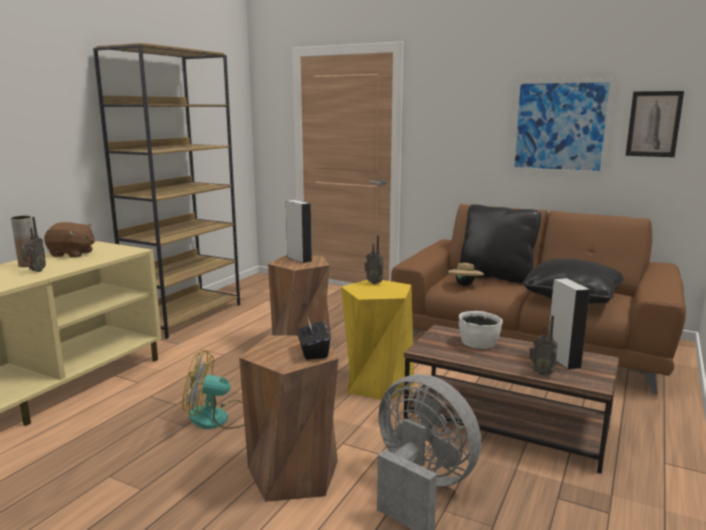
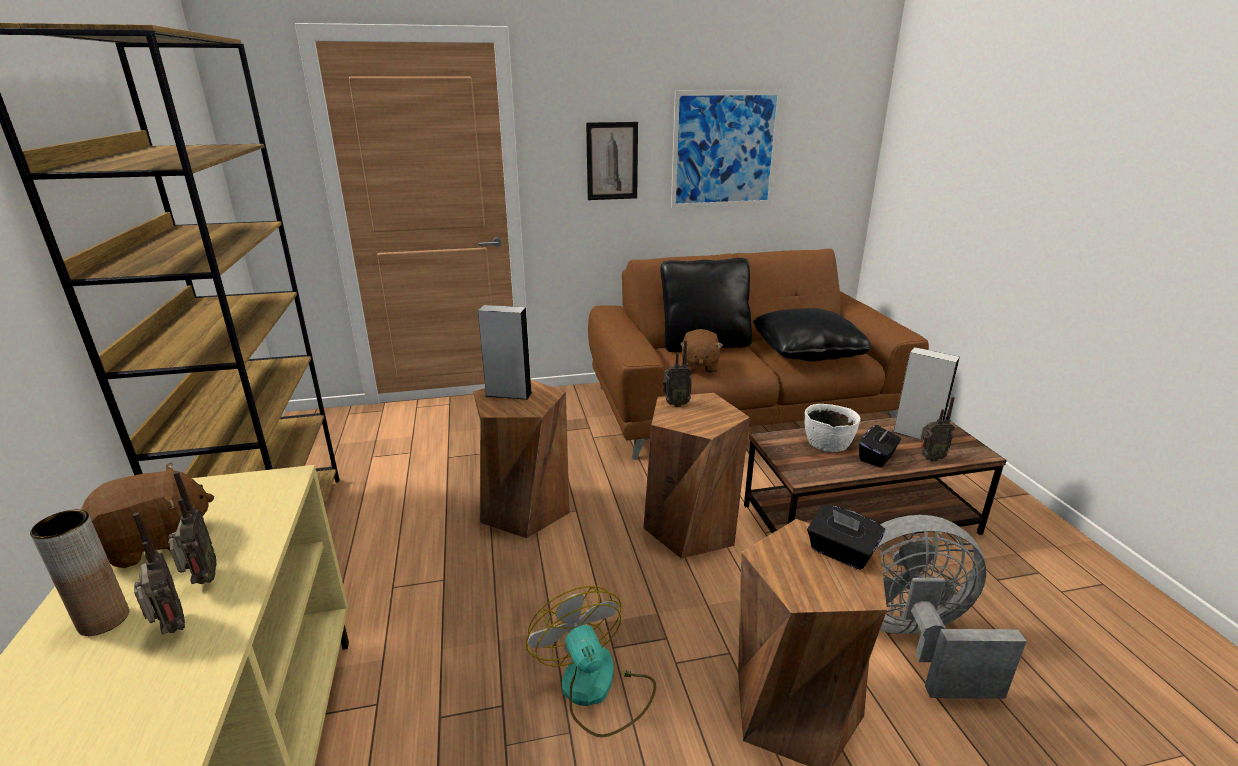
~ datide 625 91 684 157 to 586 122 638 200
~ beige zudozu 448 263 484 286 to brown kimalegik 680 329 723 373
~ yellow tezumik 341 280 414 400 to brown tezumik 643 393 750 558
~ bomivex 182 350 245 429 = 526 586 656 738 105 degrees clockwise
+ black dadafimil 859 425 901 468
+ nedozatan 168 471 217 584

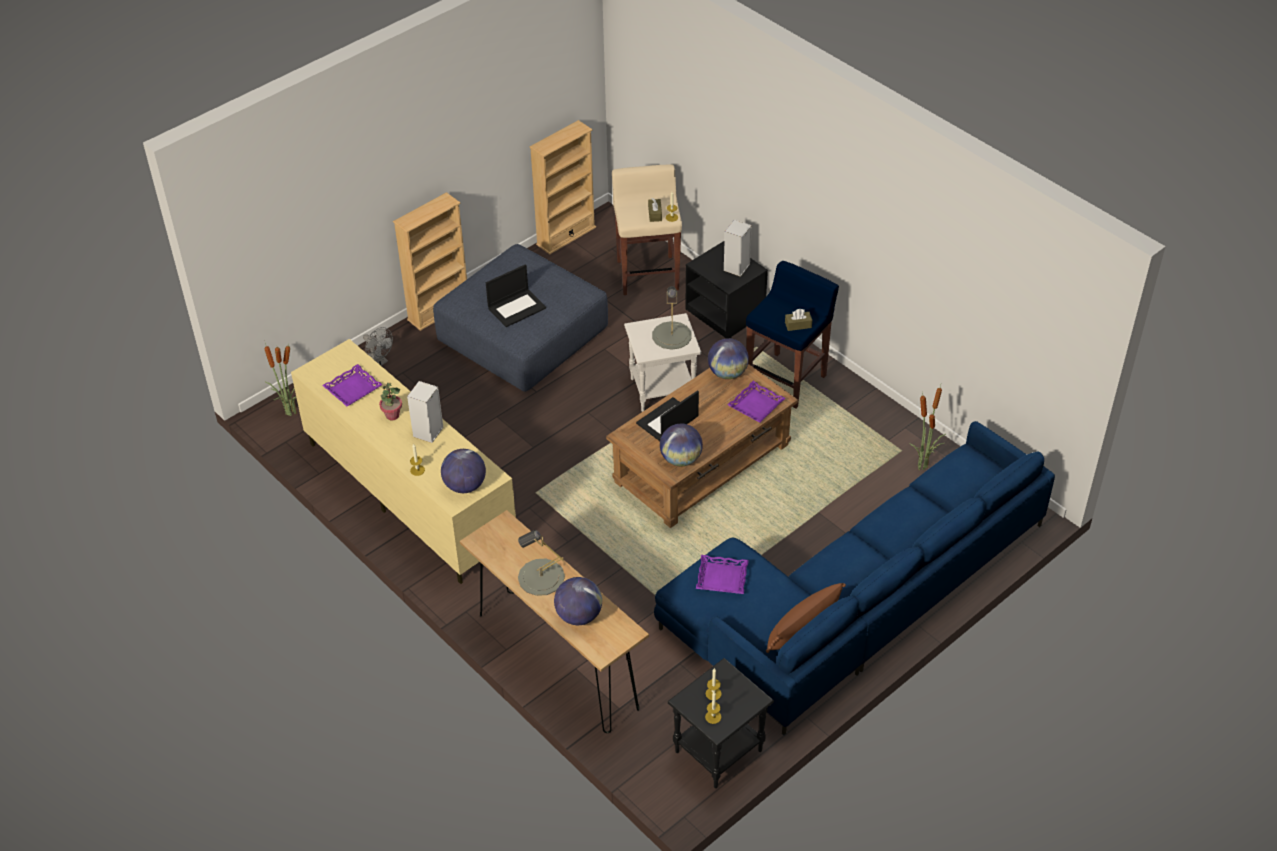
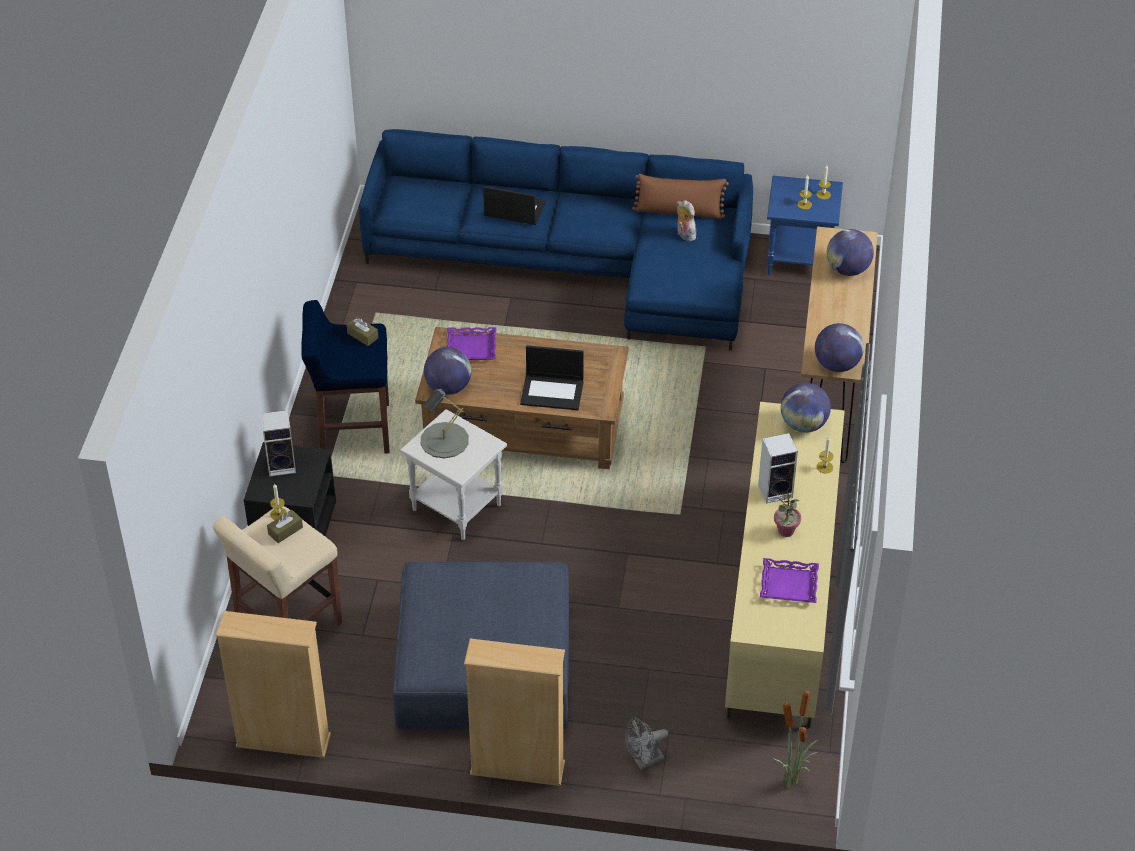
~ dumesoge 486 264 546 327 to 483 186 546 225
~ grey bomivex 363 327 393 366 = 625 717 668 770 120 degrees counterclockwise
- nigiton 910 385 946 470
~ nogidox 660 424 703 466 to 815 323 864 372
- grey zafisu 518 530 565 596
- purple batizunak 696 555 749 594
~ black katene 668 658 774 788 to blue katene 767 176 843 275
+ kimalegik 677 200 697 241

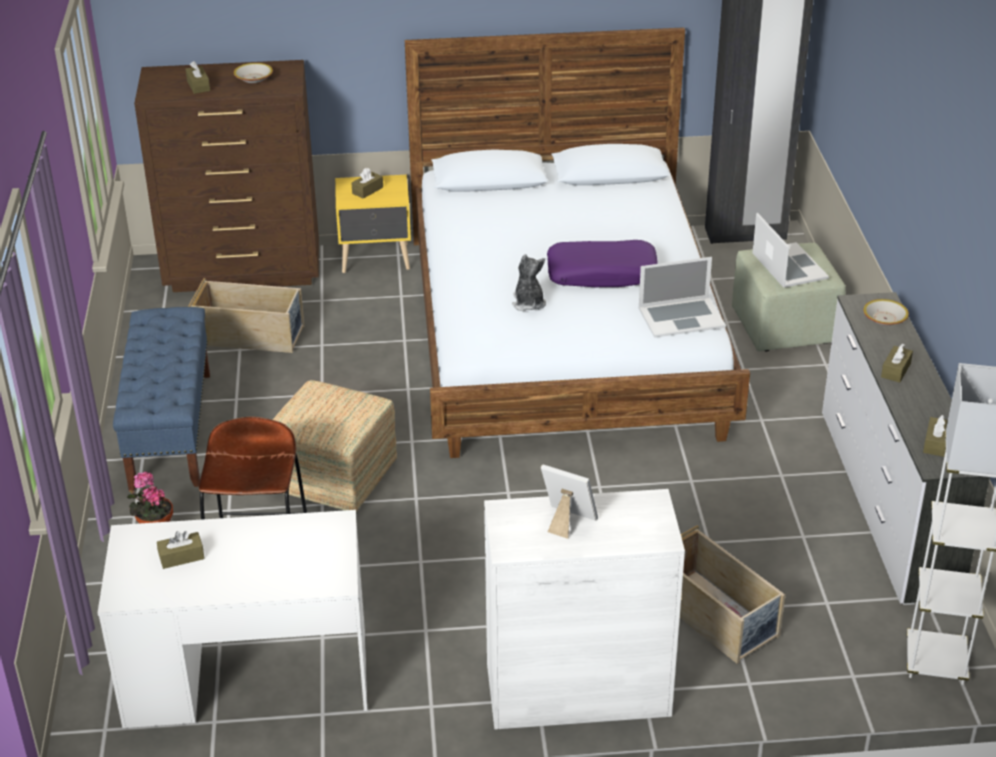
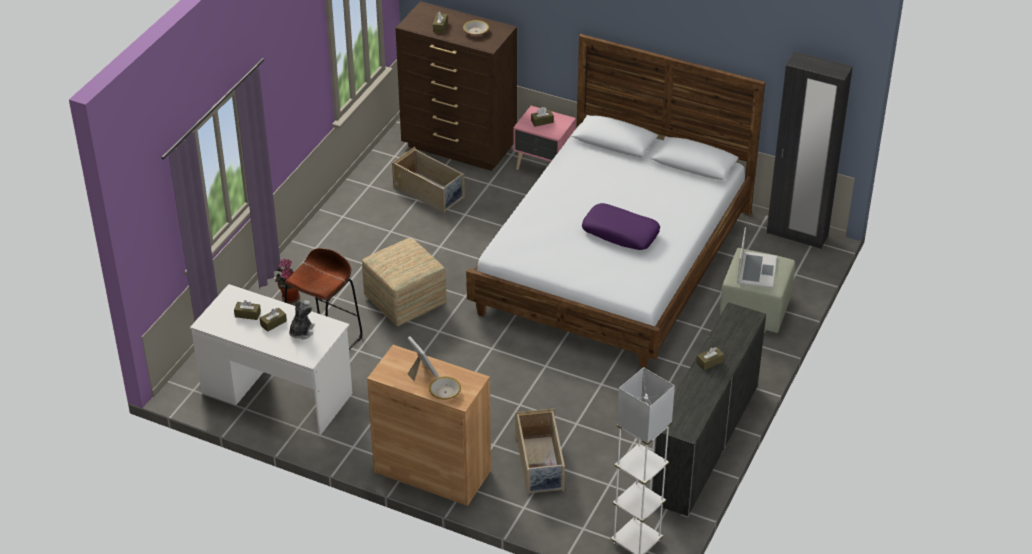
~ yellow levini 335 175 411 273 to pink levini 513 106 576 170
~ kimalegik 512 254 546 311 to 289 300 315 339
- dumesoge 639 257 726 338
~ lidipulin 863 299 909 326 to 429 377 461 399
- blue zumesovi 113 307 210 491
~ brown dadafimil 923 415 948 457 to 260 308 287 332
~ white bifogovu 484 489 685 729 to brown bifogovu 367 345 491 506

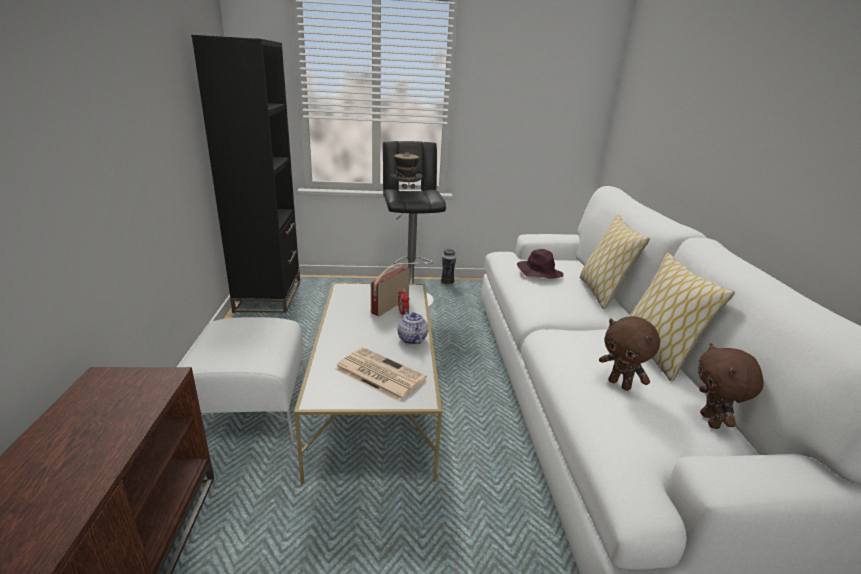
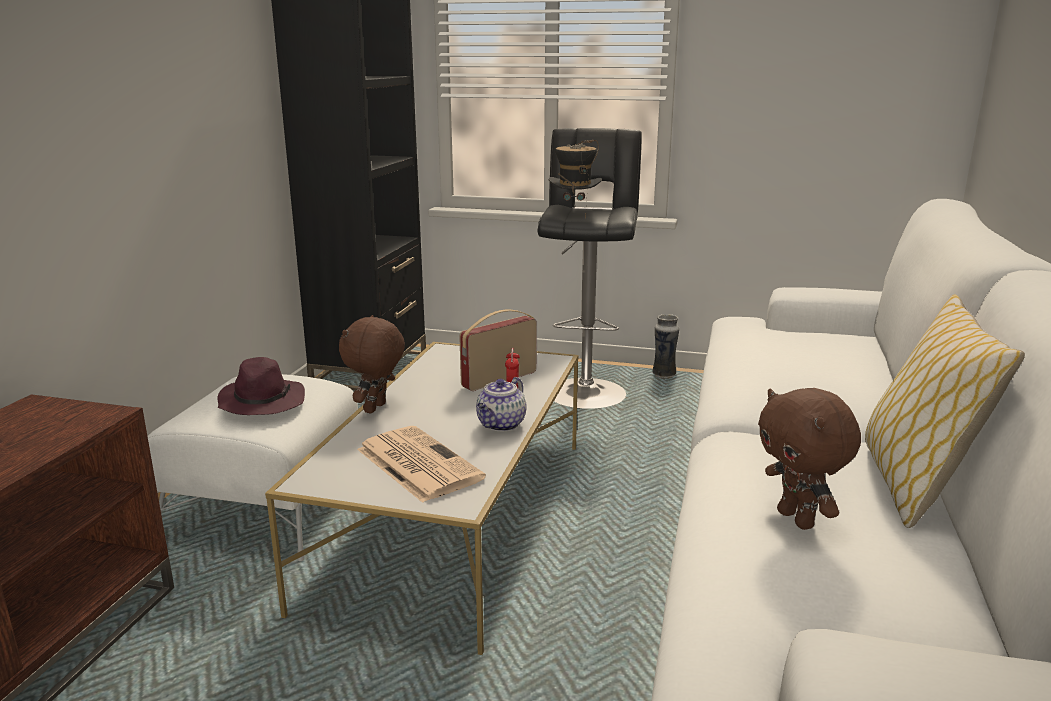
- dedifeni 580 215 650 309
~ purple zudozu 517 249 563 279 to 217 357 305 415
~ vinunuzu 397 309 428 344 = 476 377 527 431 150 degrees counterclockwise
~ brown kimalegik 698 343 764 429 to 339 315 405 413

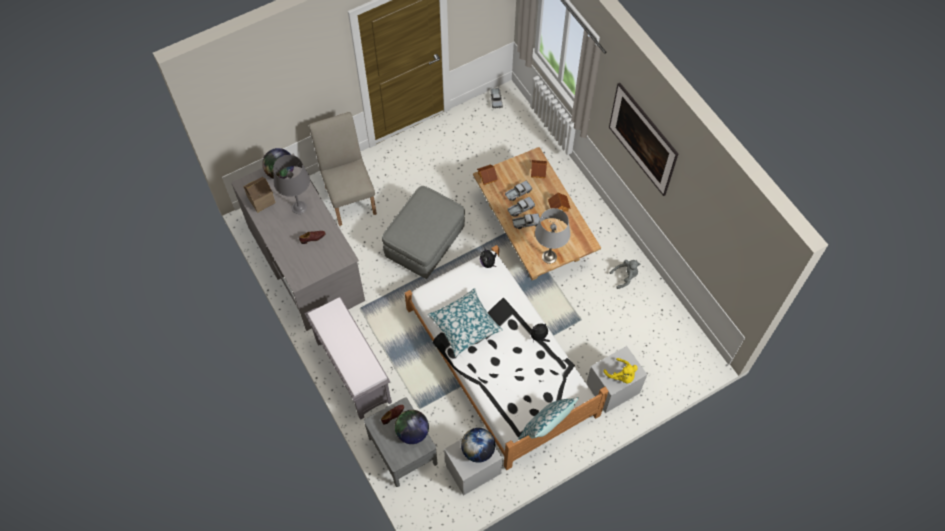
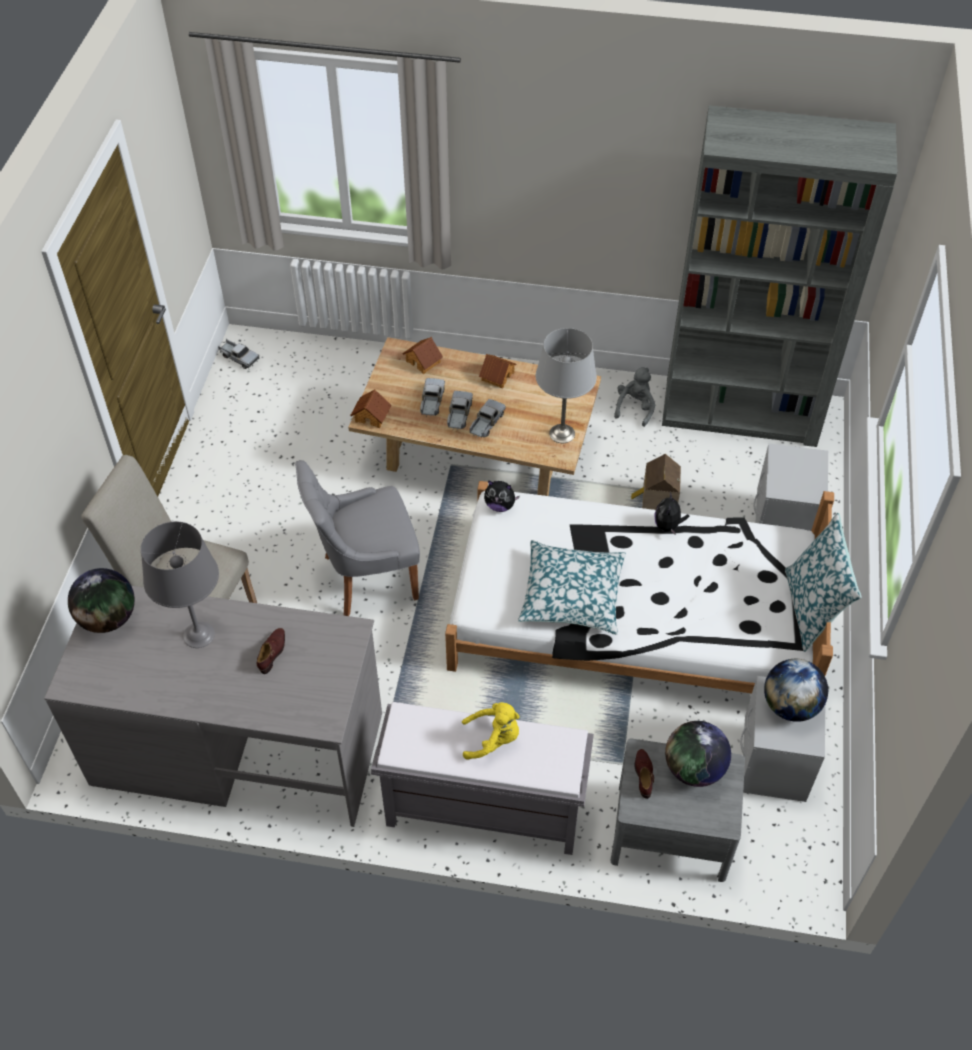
- datide 609 83 678 196
~ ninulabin 244 177 276 213 to 631 454 681 510
~ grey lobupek 382 186 465 279 to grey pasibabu 295 460 420 616
~ yellow kimalegik 604 358 638 383 to 462 702 520 760
+ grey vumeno 662 105 897 447

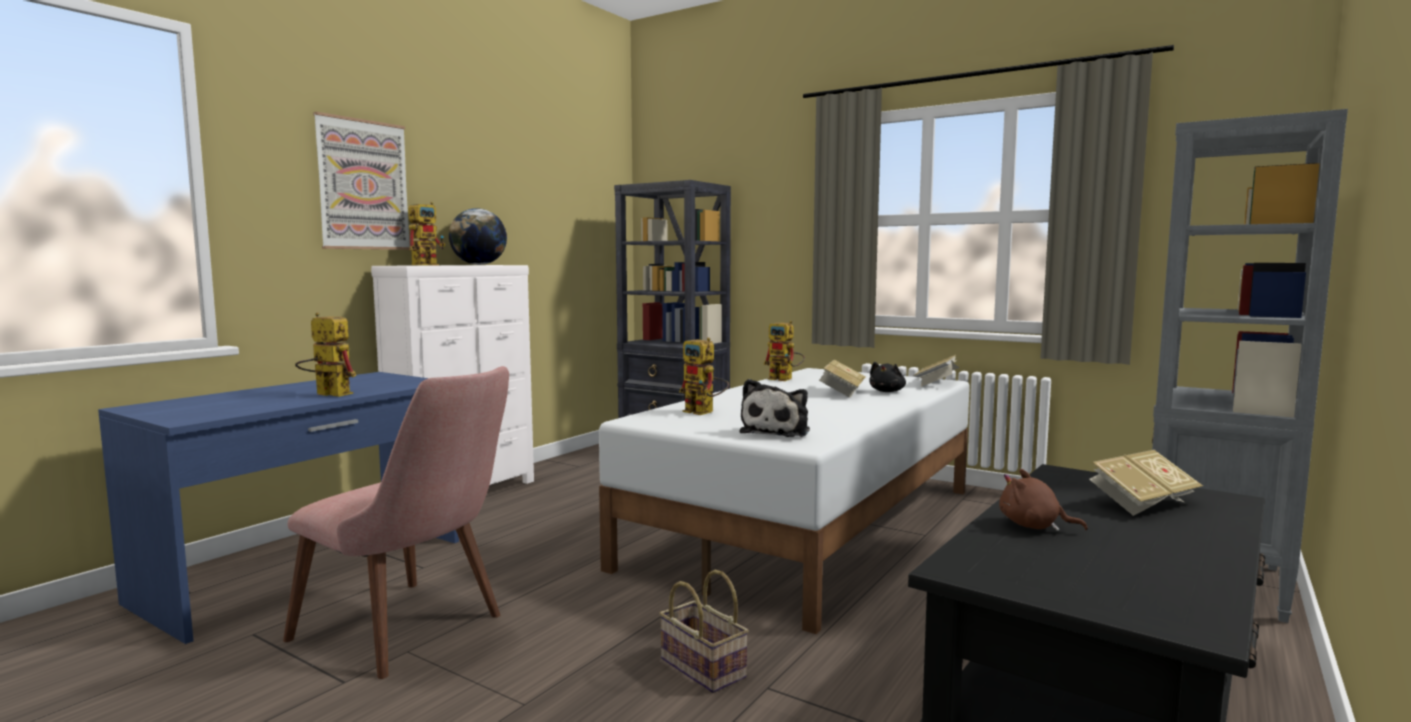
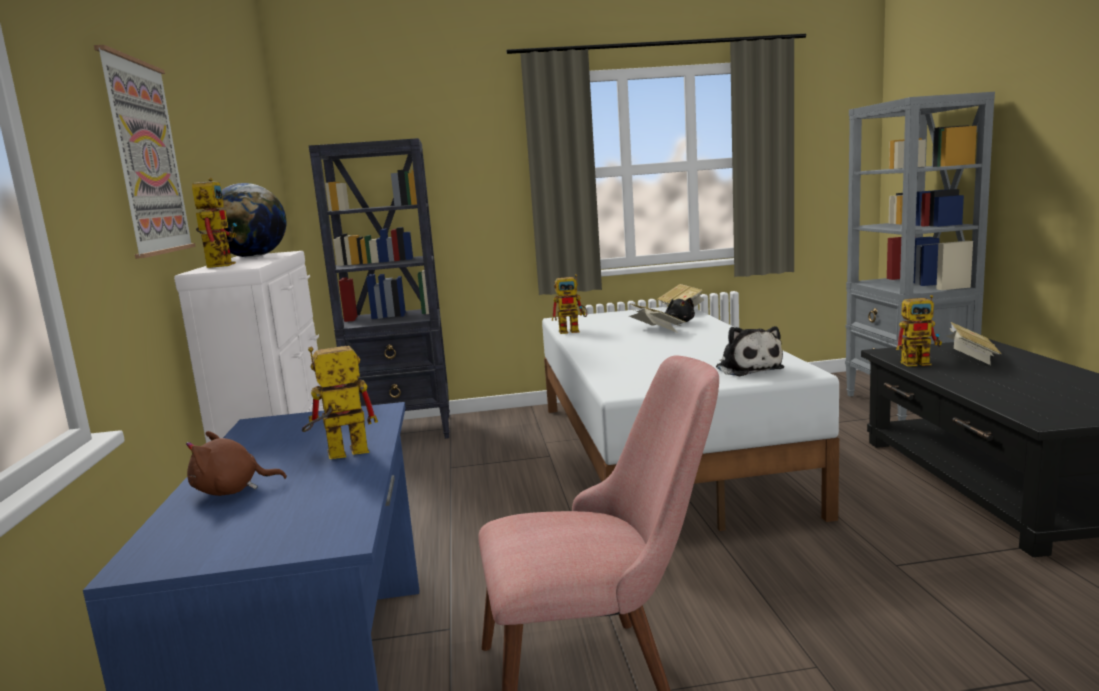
~ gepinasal 679 338 729 415 to 896 295 942 367
~ brown kimalegik 999 469 1088 531 to 186 431 287 496
- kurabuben 659 570 749 693

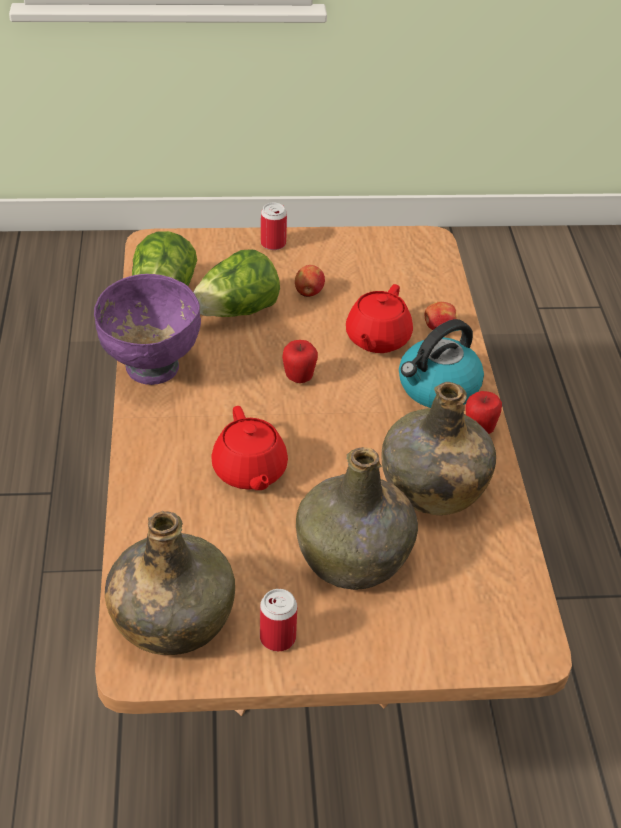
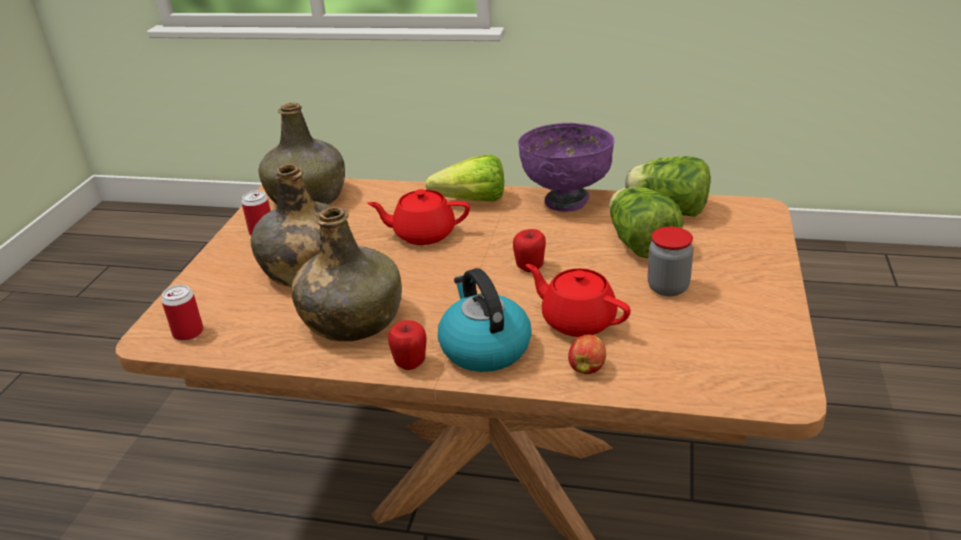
~ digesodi 261 203 287 250 to 161 285 203 341
~ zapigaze 295 265 325 297 to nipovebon 648 227 693 296
+ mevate 425 155 504 202

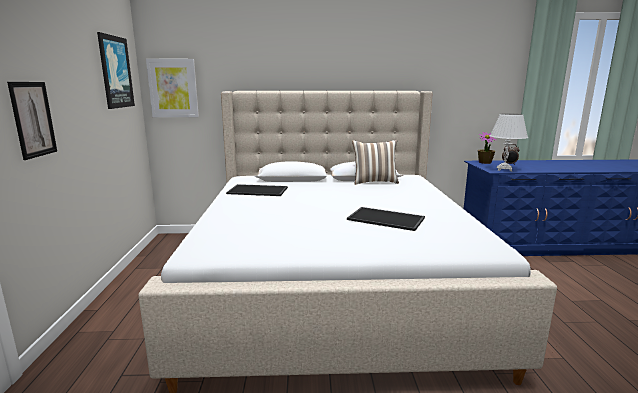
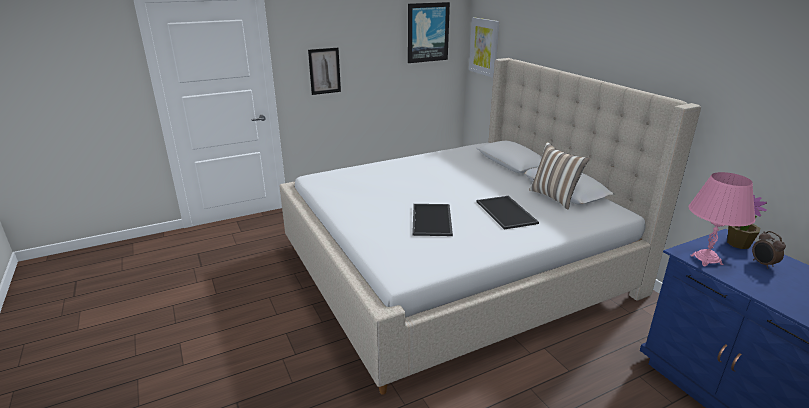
~ white zafisu 490 113 528 171 to pink zafisu 689 172 756 266
~ batizunak 226 184 288 196 to 476 196 539 230

